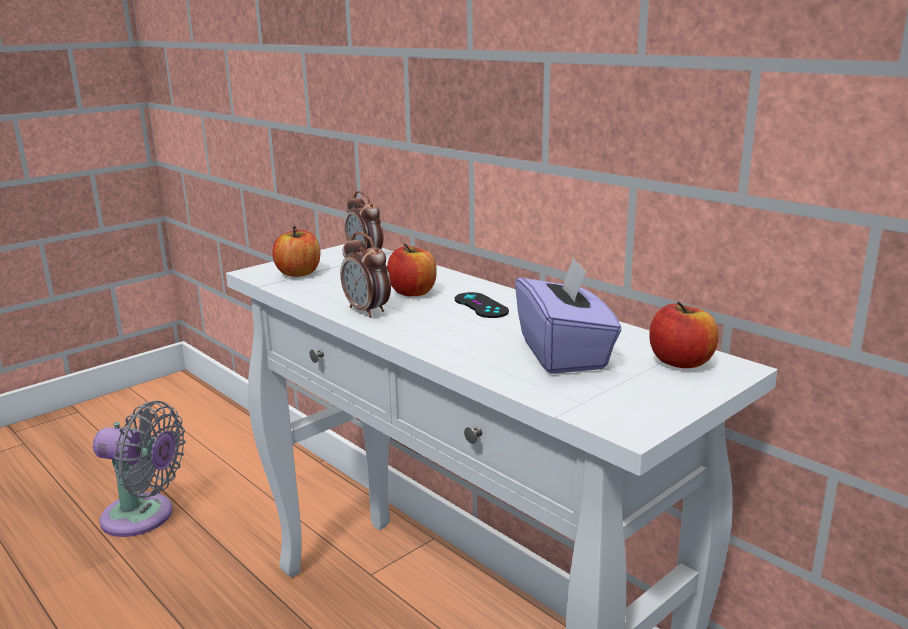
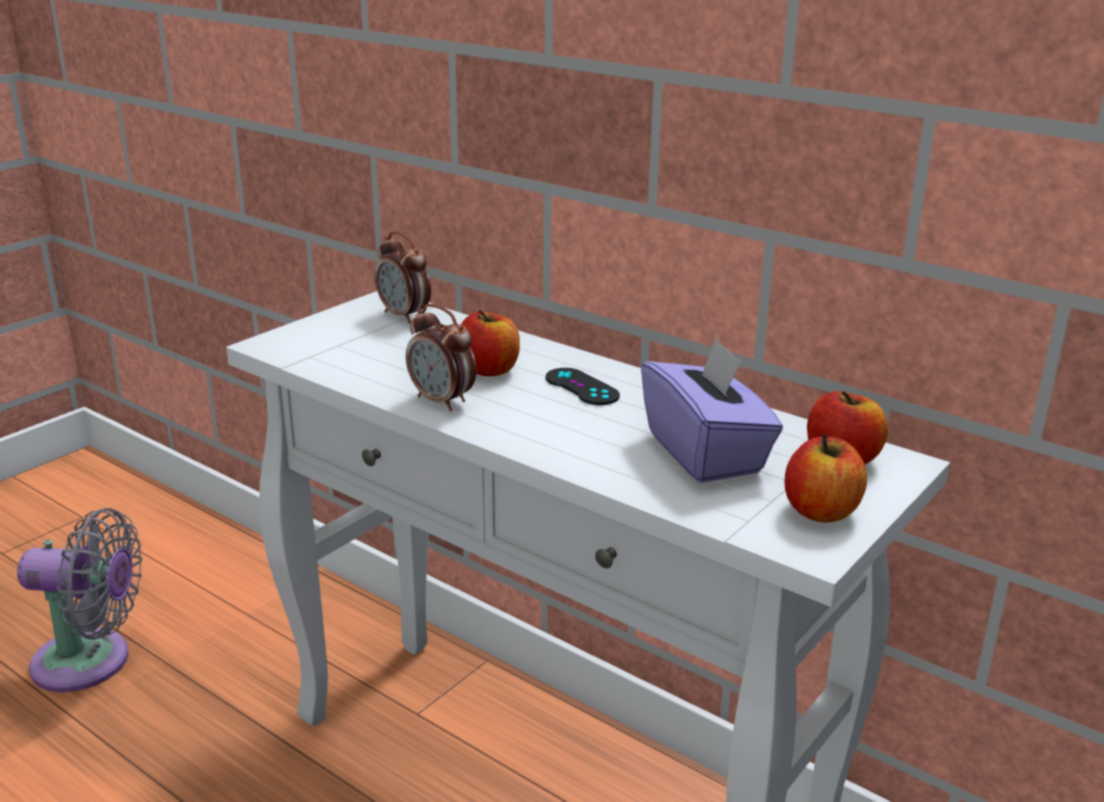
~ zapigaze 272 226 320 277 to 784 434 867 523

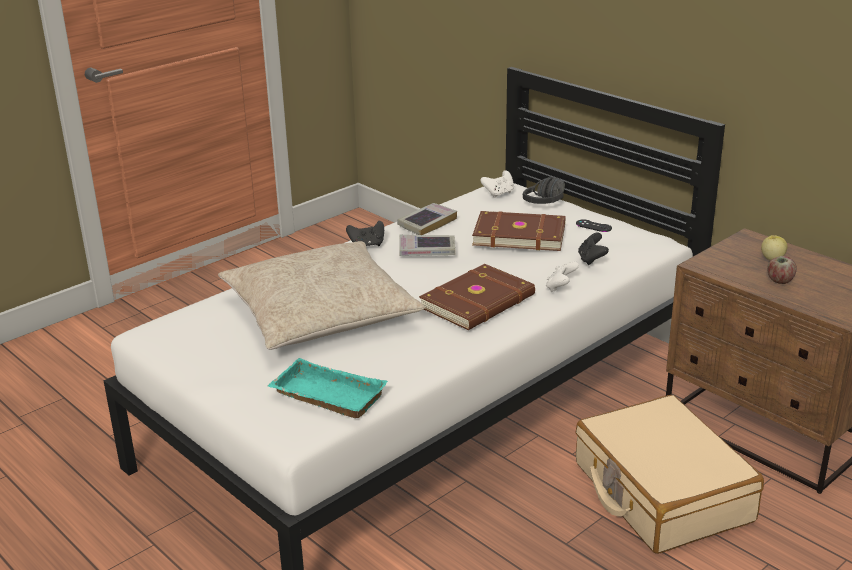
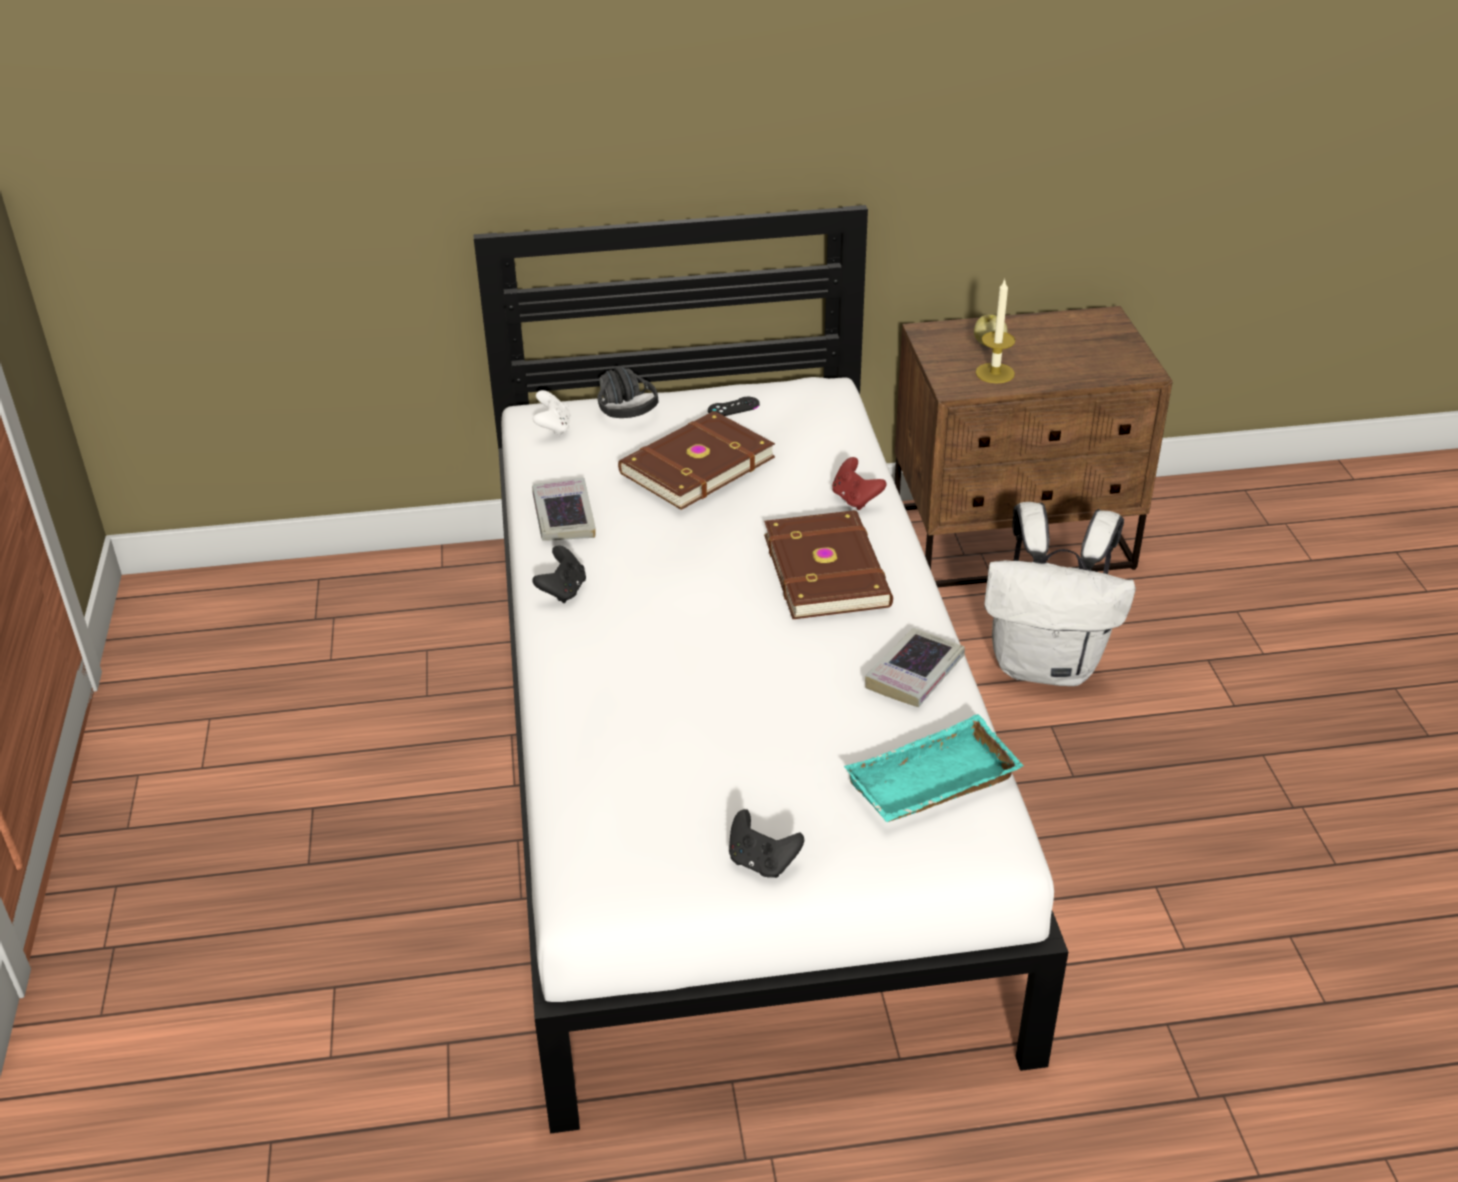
~ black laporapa 578 232 609 265 to 729 809 804 878
~ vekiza 399 235 455 256 to 865 628 965 707
- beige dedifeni 218 241 425 350
- zapigaze 767 256 797 284
~ white laporapa 546 261 579 292 to red laporapa 832 457 887 510
~ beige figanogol 576 395 764 554 to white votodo 984 502 1136 686
+ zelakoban 975 278 1015 384

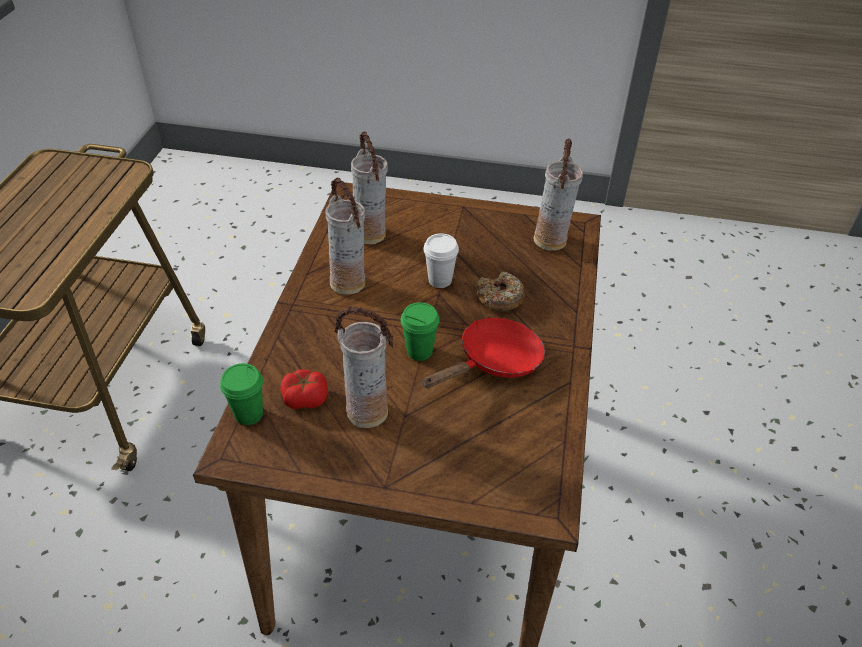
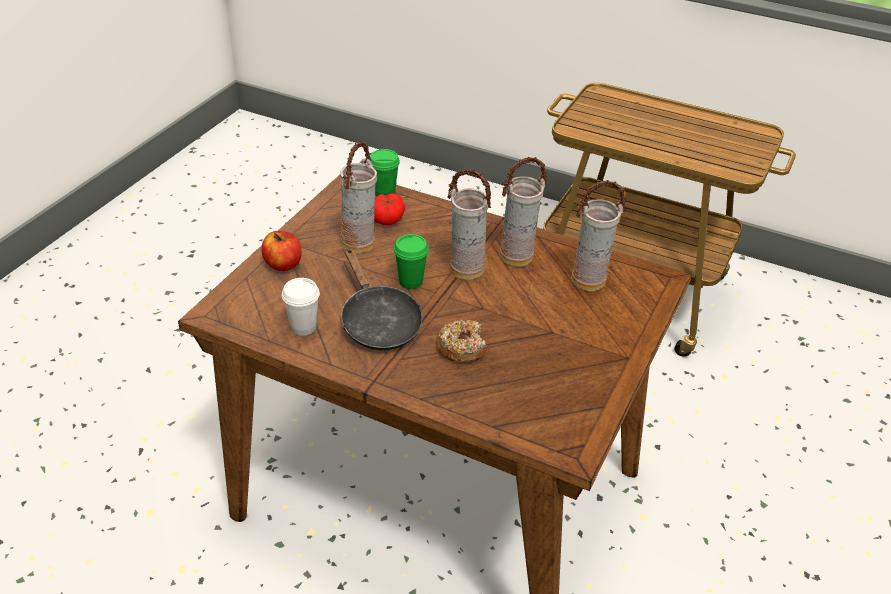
~ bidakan 534 139 583 251 to 447 168 491 280
~ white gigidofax 423 233 459 288 to 282 278 320 336
~ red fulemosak 421 318 545 388 to black fulemosak 341 247 423 350
+ zapigaze 261 231 302 271

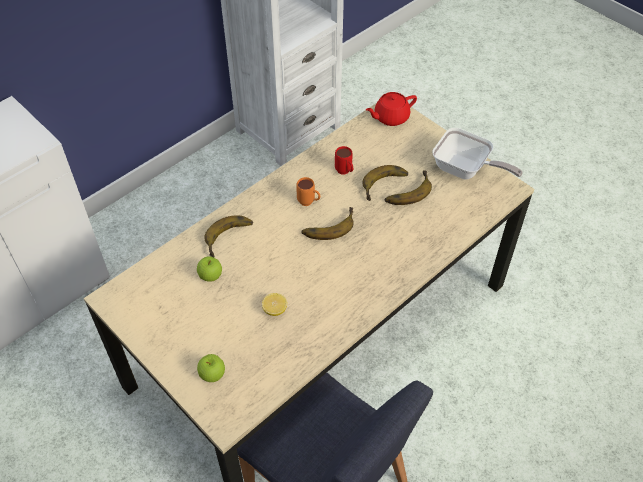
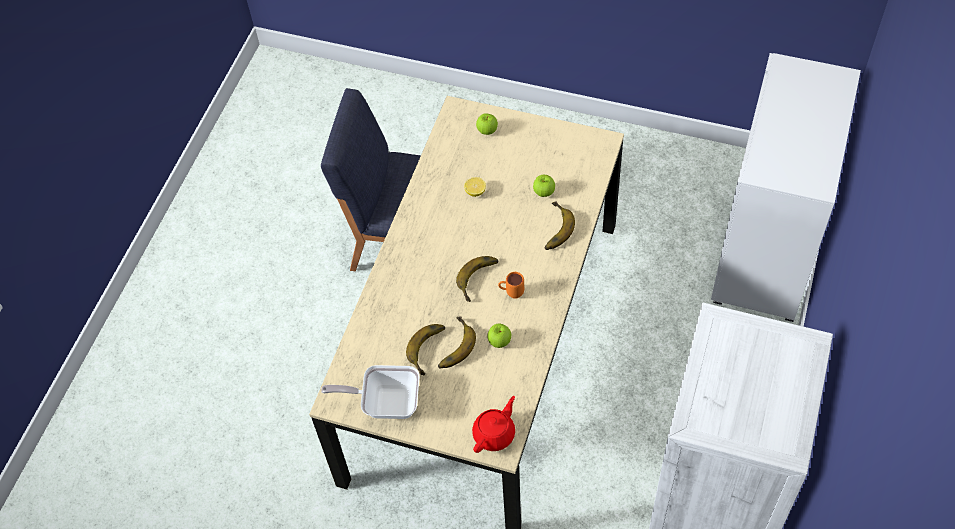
~ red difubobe 335 146 353 175 to zapigaze 487 323 511 348

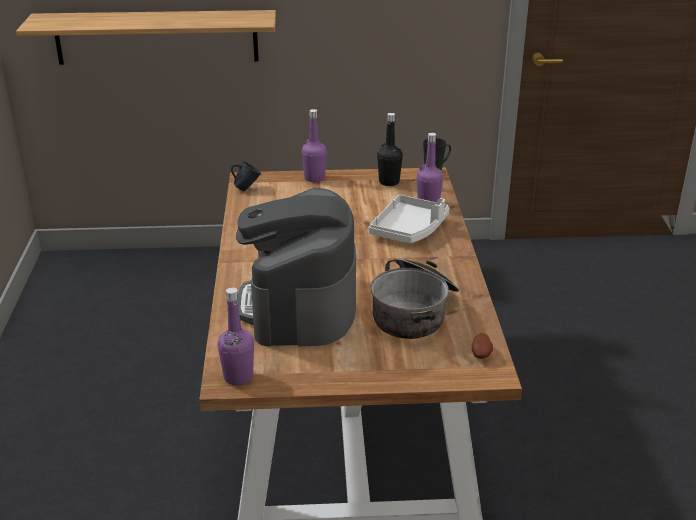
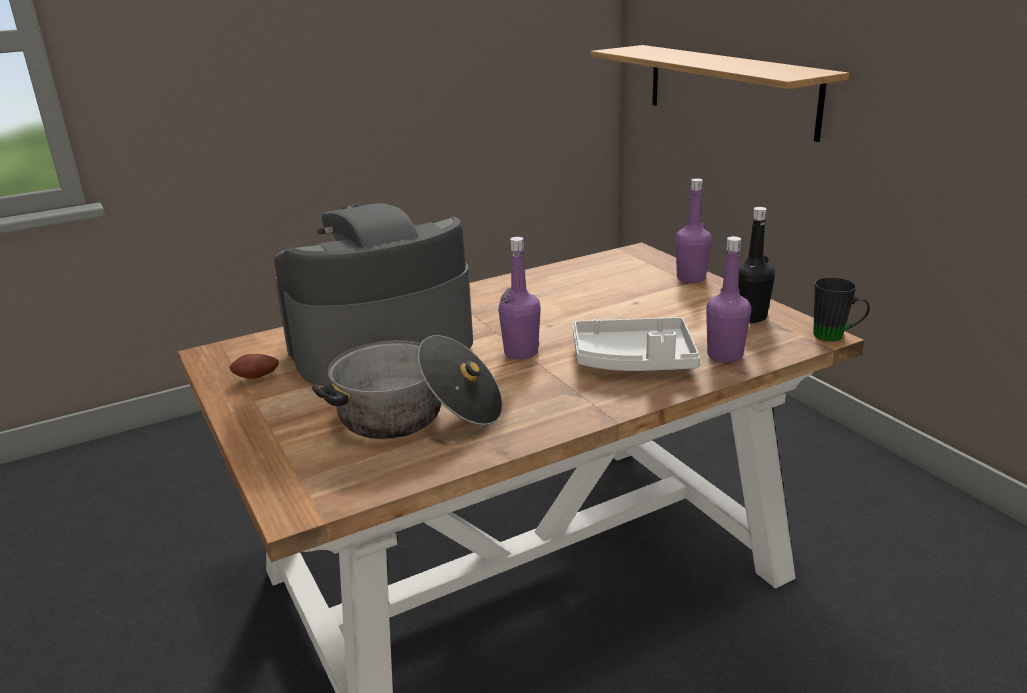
- blue difubobe 230 161 261 192
~ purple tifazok 218 288 254 385 to 498 237 541 359
~ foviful 472 333 493 359 to 229 354 279 379

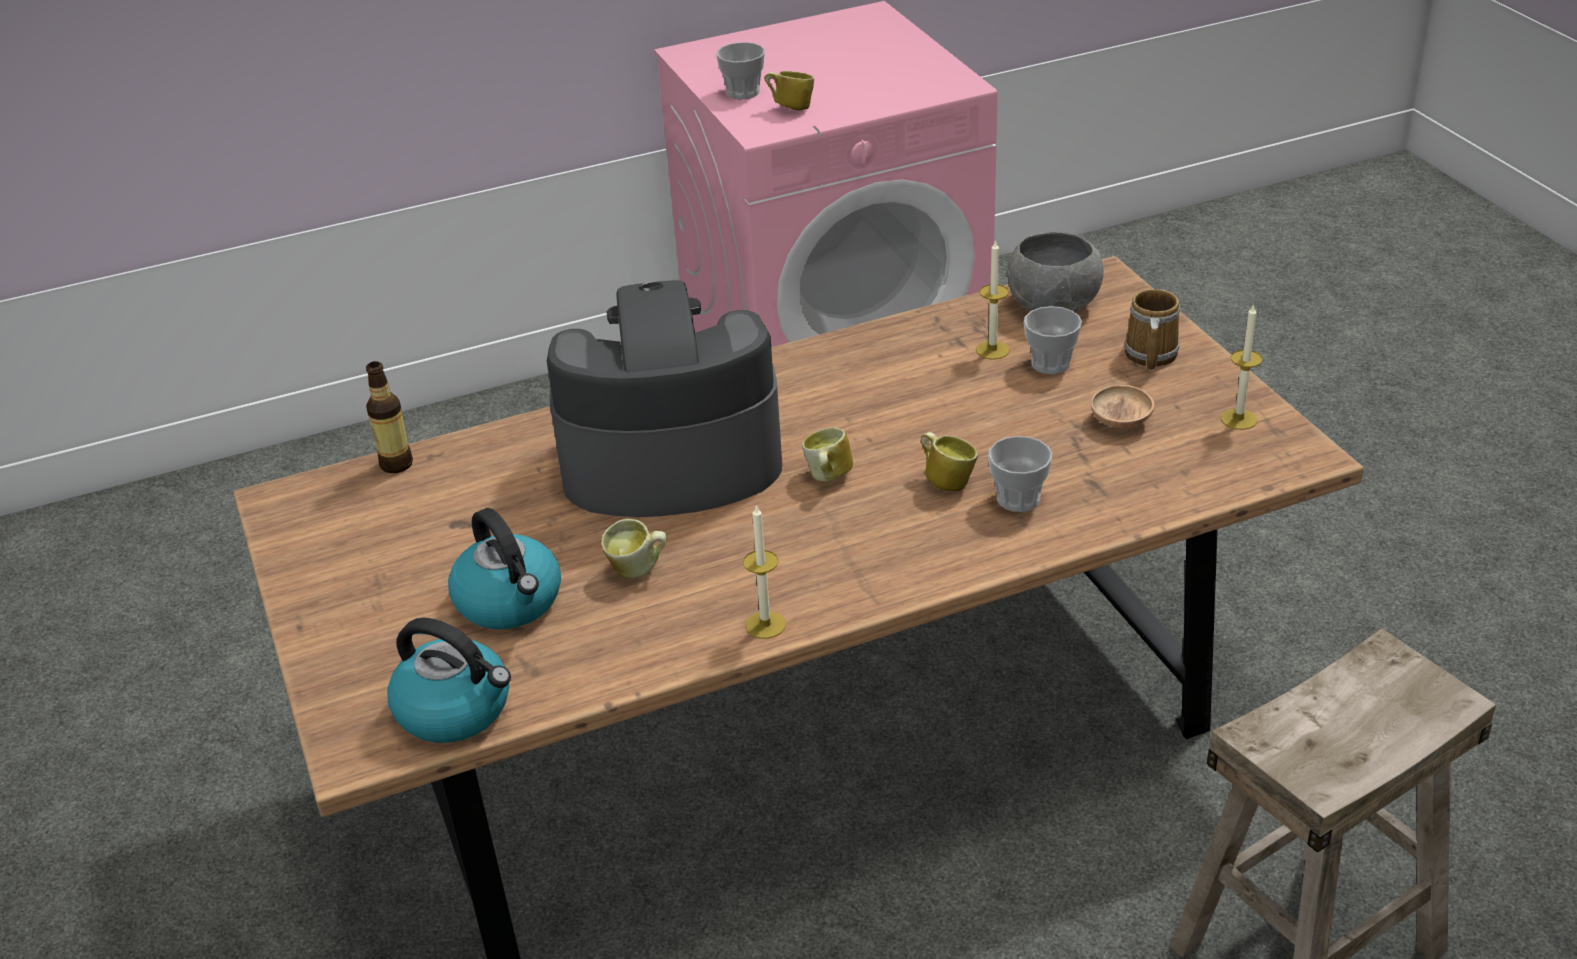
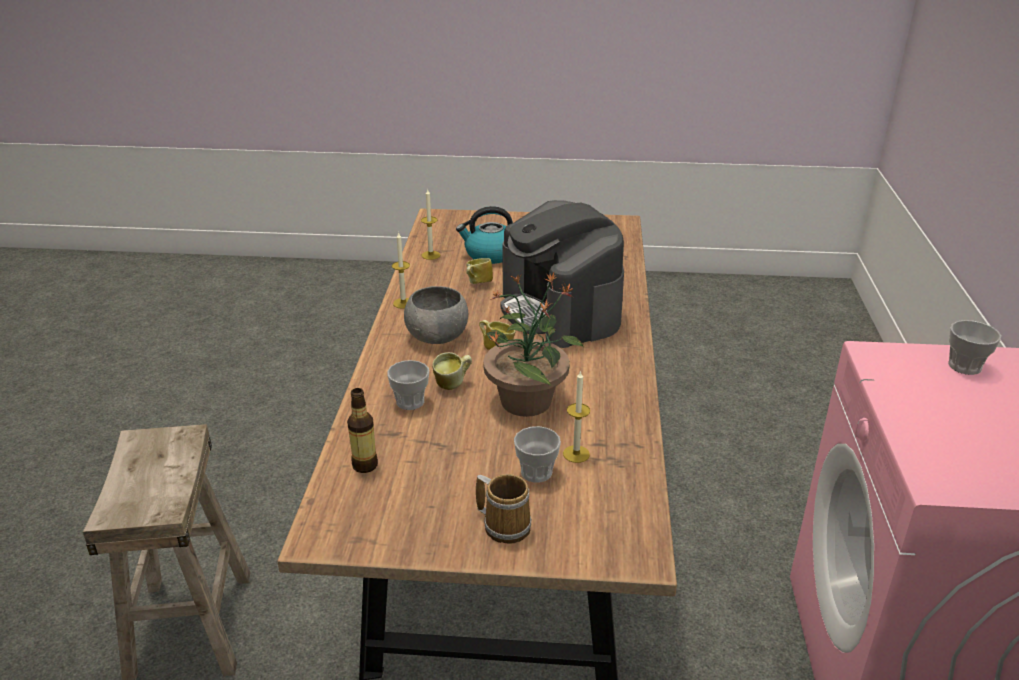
- difubobe 764 71 814 110
~ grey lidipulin 1007 231 1104 313 to 404 286 468 344
~ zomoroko 547 280 782 517 = 500 200 624 348 135 degrees clockwise
~ zelakoban 1221 304 1263 430 to 421 190 440 260
~ tifazok 366 361 413 473 to 347 388 378 473
- brown lidipulin 1091 385 1154 428
- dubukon 387 618 511 743
+ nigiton 483 273 584 417

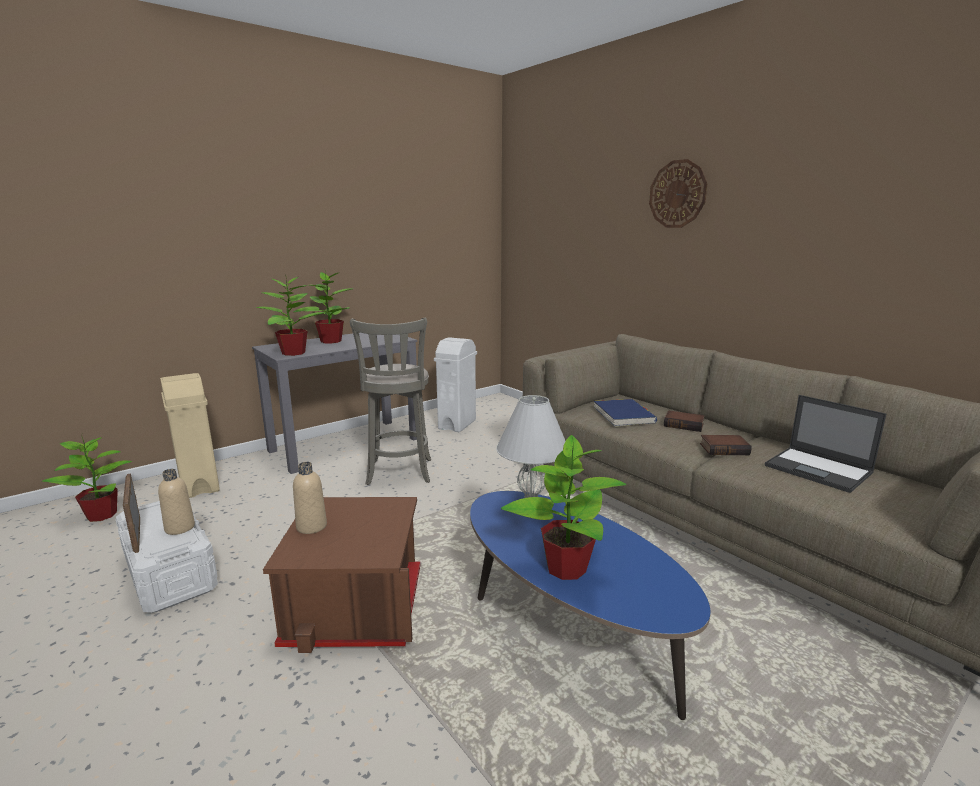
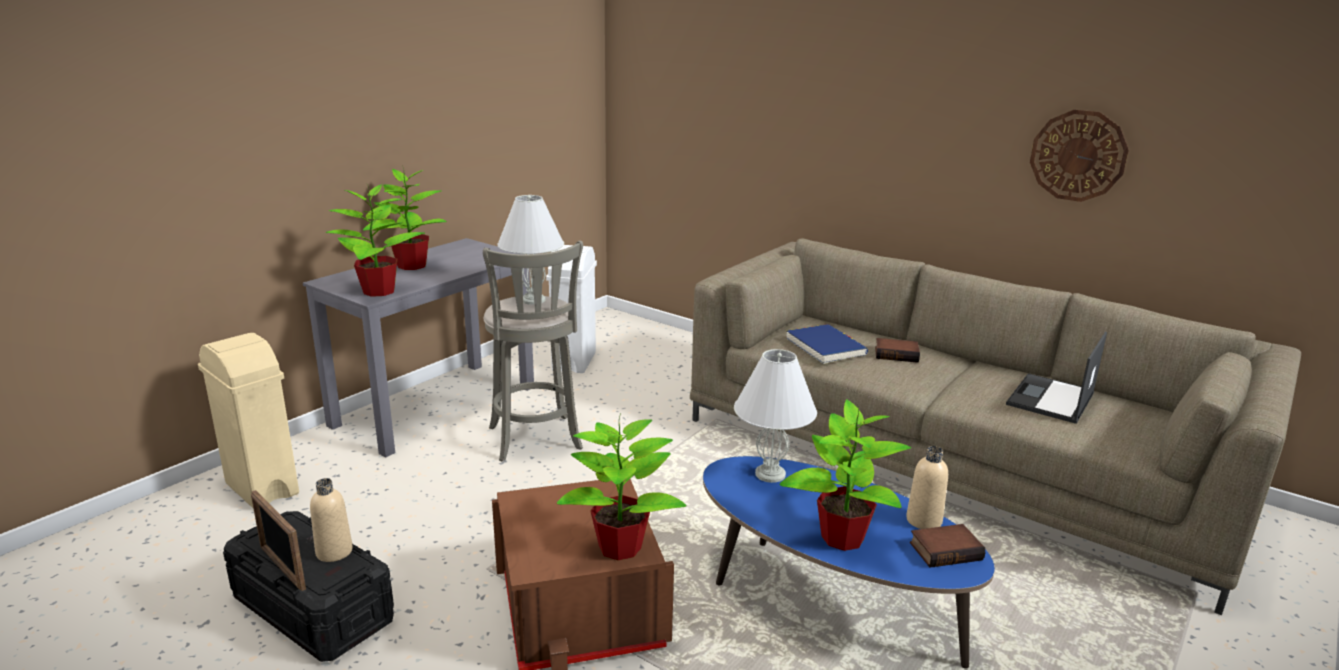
~ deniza 649 159 707 228 to 1030 110 1129 202
~ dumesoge 765 395 886 493 = 1006 332 1107 424 90 degrees clockwise
~ nigiton 42 432 132 522 to 557 414 686 560
~ vekiza 700 435 751 455 to 910 524 985 568
~ beige tifazok 293 462 327 534 to 906 446 948 529
~ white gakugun 116 501 218 613 to black gakugun 223 511 394 662
+ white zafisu 497 195 564 305

